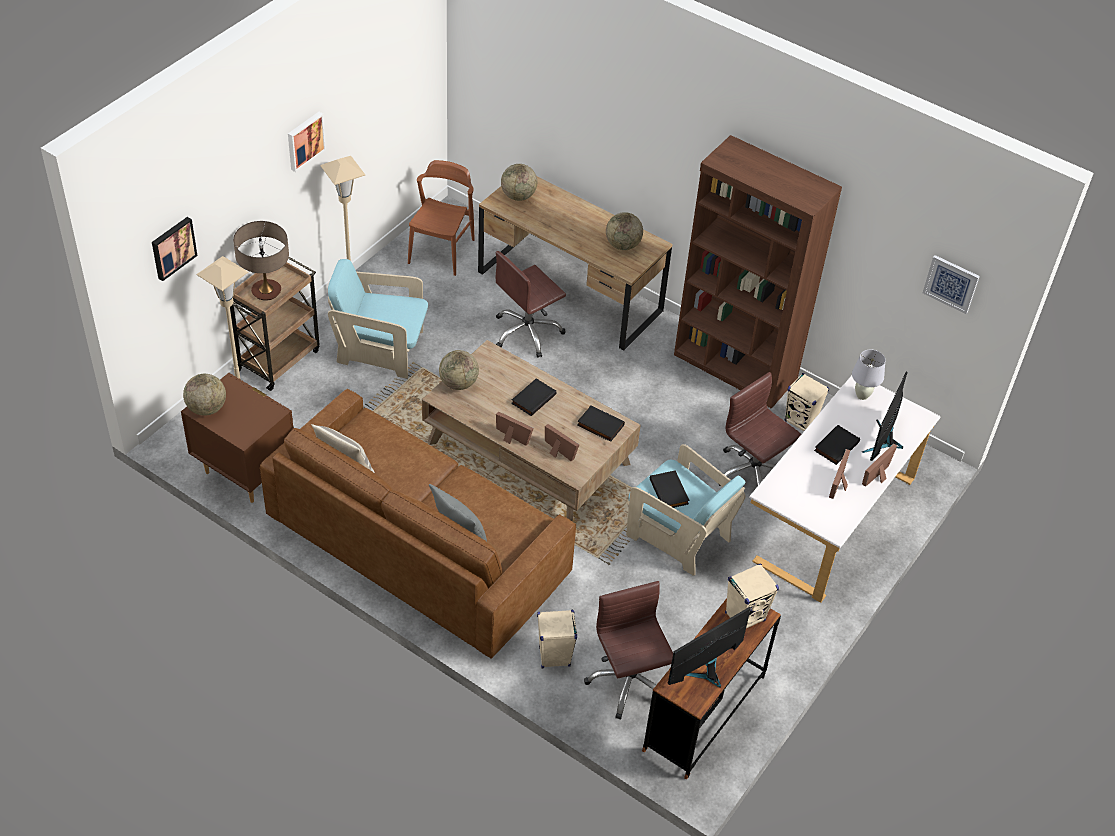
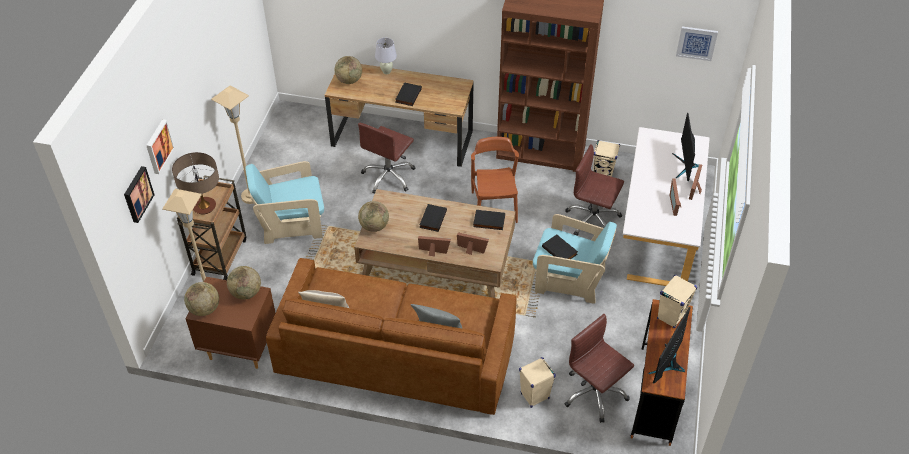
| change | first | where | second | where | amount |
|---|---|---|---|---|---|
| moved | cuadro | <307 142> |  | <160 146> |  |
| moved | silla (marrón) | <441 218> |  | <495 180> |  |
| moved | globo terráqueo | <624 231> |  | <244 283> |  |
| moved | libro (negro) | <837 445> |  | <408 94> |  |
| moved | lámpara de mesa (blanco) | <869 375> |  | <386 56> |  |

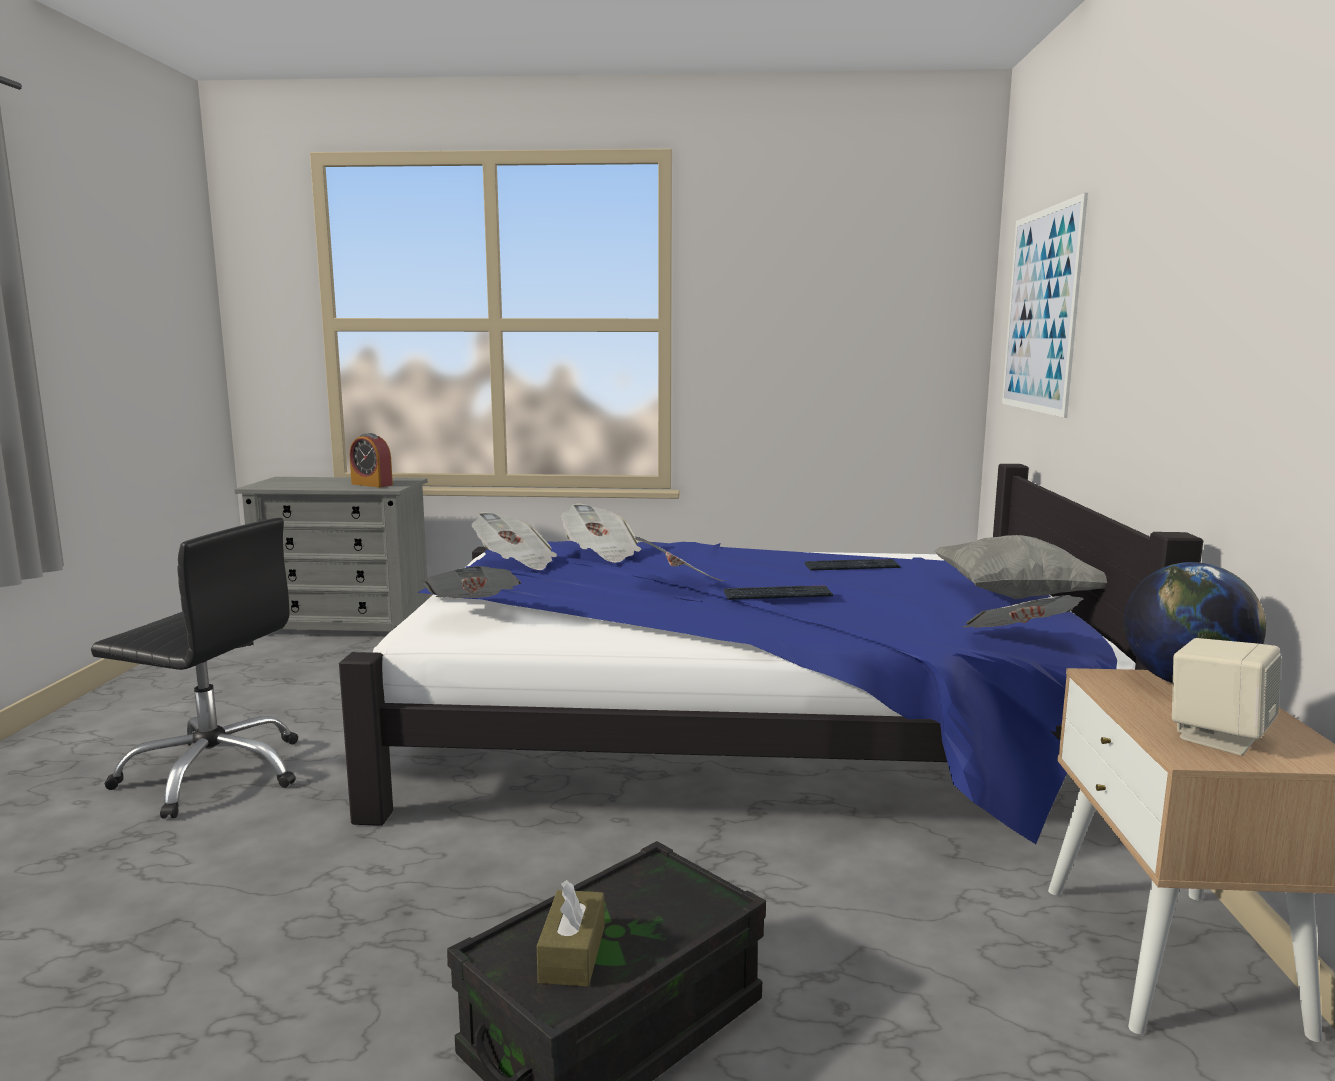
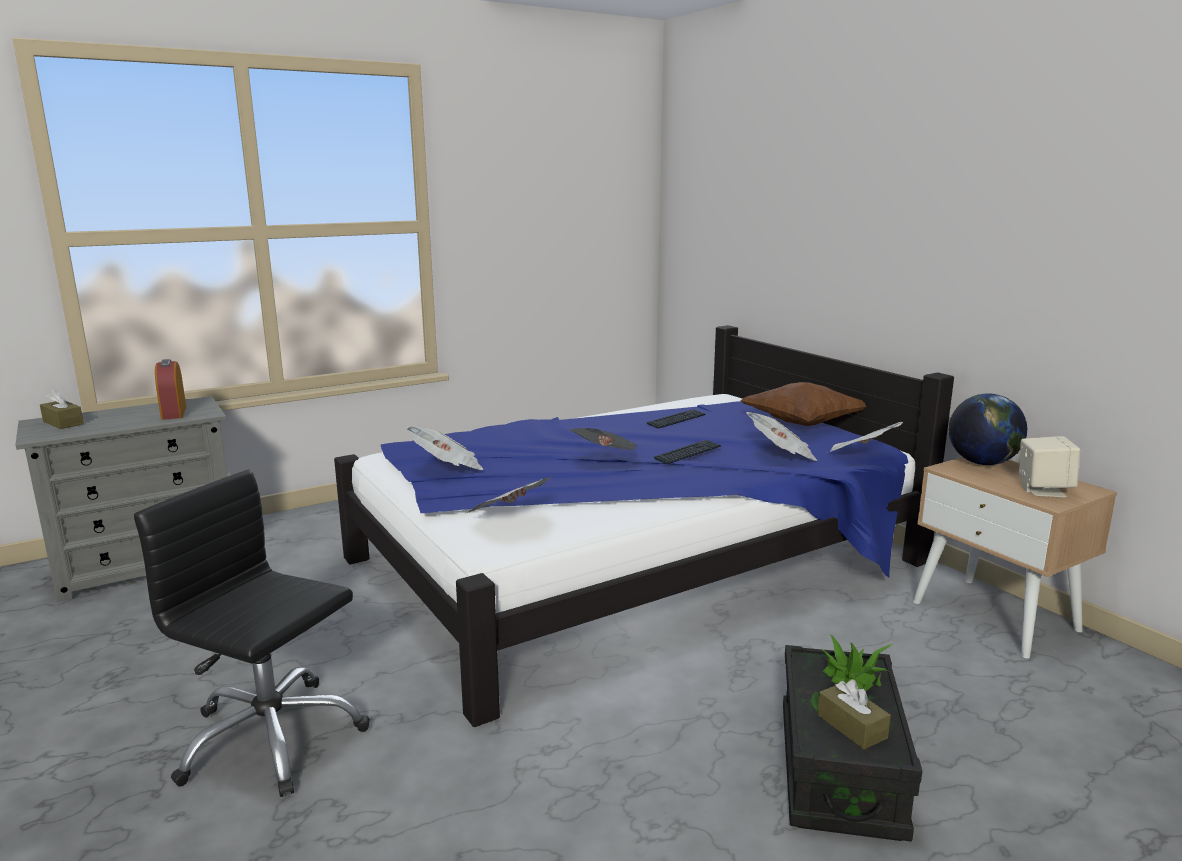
| change | first | where | second | where | amount |
|---|---|---|---|---|---|
| removed | cuadro | <1045 305> |  |  |  |
| added |  |  | caja de pañuelos (marrón) | <62 409> |  |
| added |  |  | planta en maceta | <857 662> |  |
| moved | periódico | <601 533> |  | <781 436> |  |
| recoloured | cojín (gris) | <1020 567> | cojín (marrón) | <803 404> |  |
| turned | silla de oficina (negro) | <194 668> |  | <252 633> | 135 degrees counterclockwise |
| turned | despertador | <371 460> |  | <170 389> | 75 degrees clockwise |

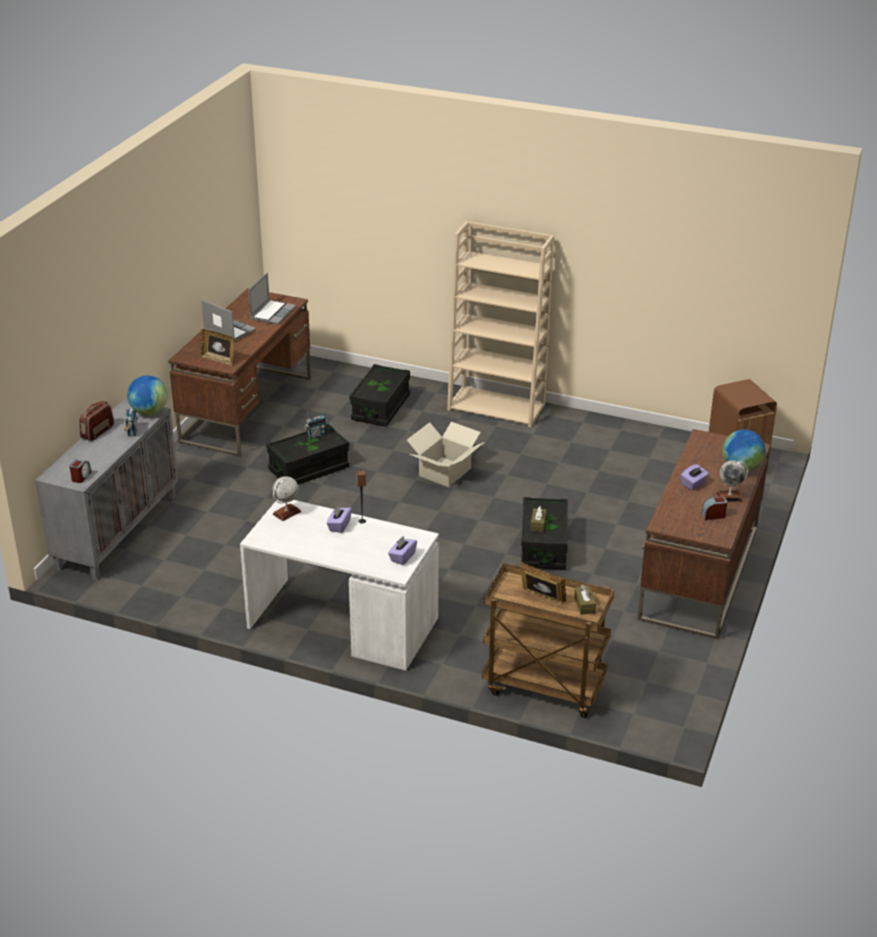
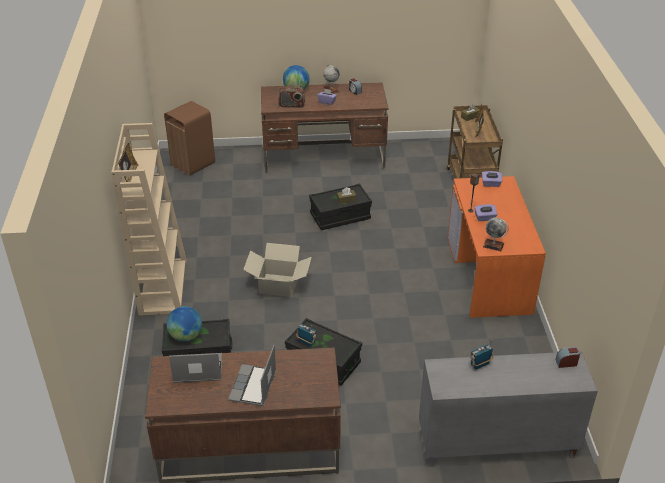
| change | first | where | second | where | amount |
|---|---|---|---|---|---|
| moved | radio | <96 421> |  | <291 96> |  |
| moved | globo terráqueo | <147 395> |  | <184 323> |  |
| moved | portarretratos | <217 347> |  | <128 162> |  |
| recoloured | escritorio (blanco) | <339 585> | escritorio (naranja) | <497 247> |  |

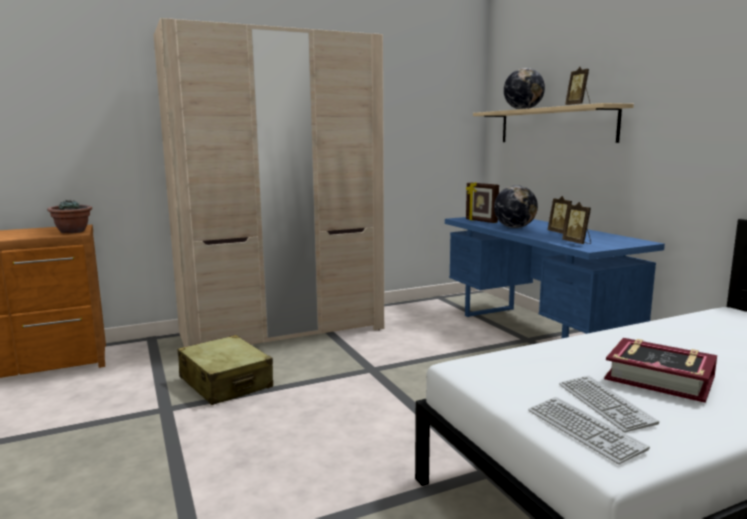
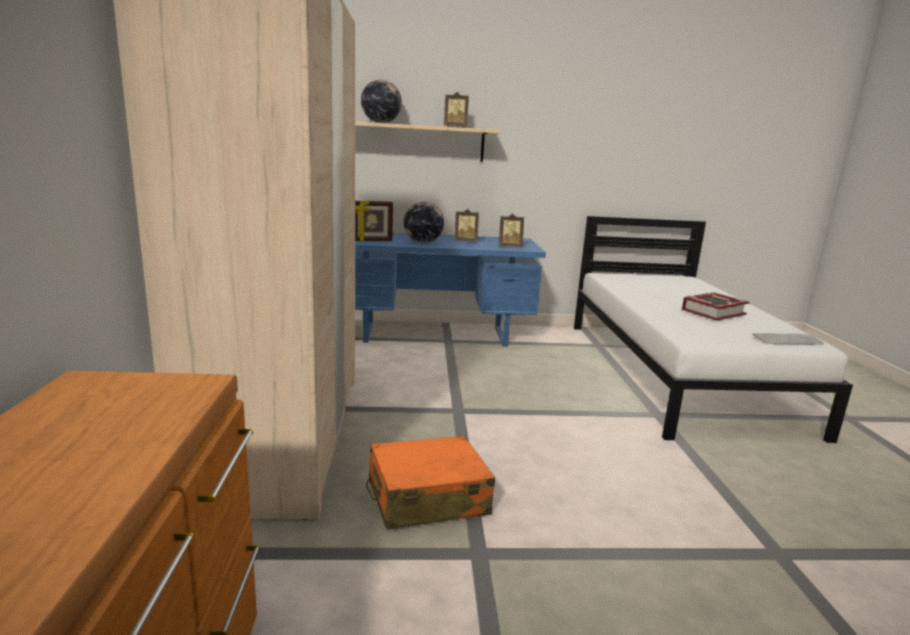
| change | first | where | second | where | amount |
|---|---|---|---|---|---|
| removed | planta en maceta | <69 217> |  |  |  |
| removed | teclado | <609 404> |  |  |  |
| recoloured | maleta (beis) | <225 370> | maleta (naranja) | <430 482> |  |

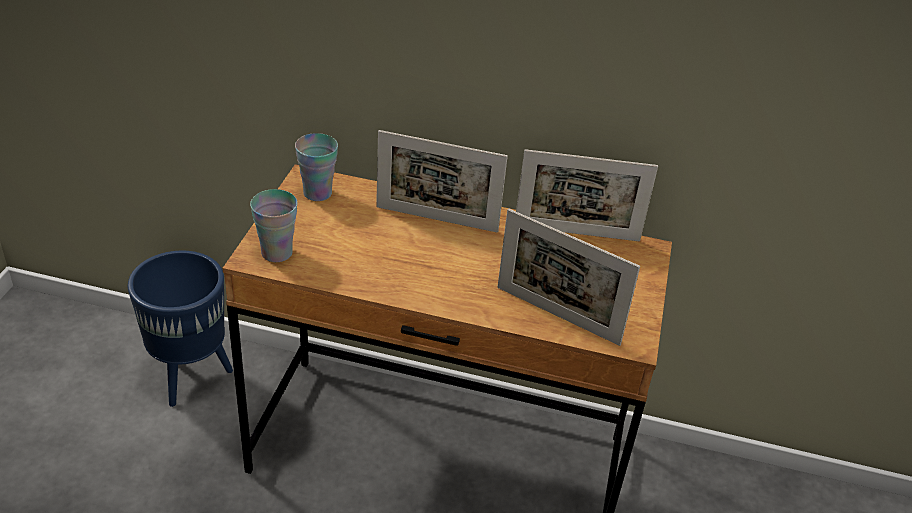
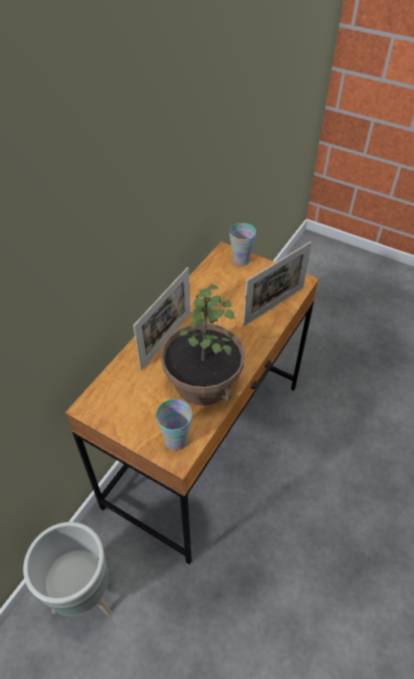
| change | first | where | second | where | amount |
|---|---|---|---|---|---|
| removed | portarretratos | <587 195> |  |  |  |
| added |  |  | planta en maceta | <203 345> |  |
| moved | taza | <316 167> |  | <242 244> |  |
| recoloured | maceta (azul) | <180 328> | maceta (gris) | <67 569> |  |

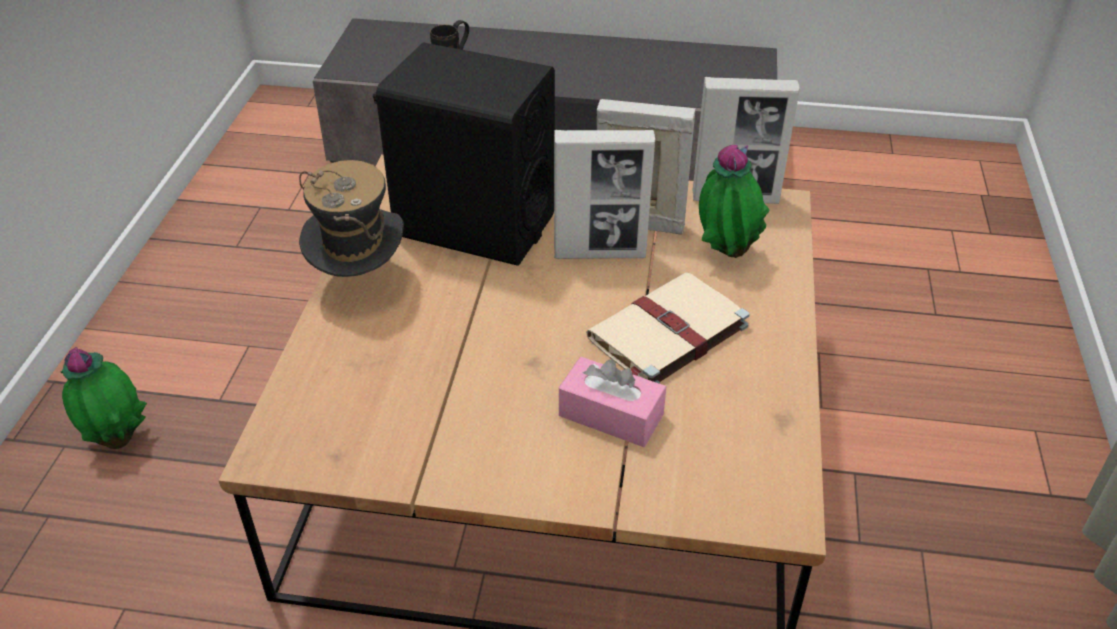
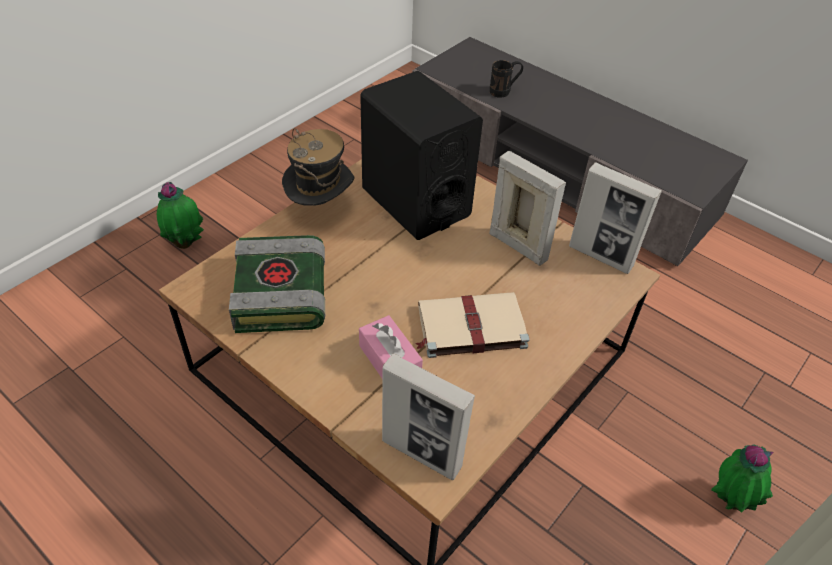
| change | first | where | second | where | amount |
|---|---|---|---|---|---|
| added |  |  | libro | <277 284> |  |
| moved | portarretratos | <604 194> |  | <428 417> |  |
| moved | planta en maceta | <734 201> |  | <742 479> |  |

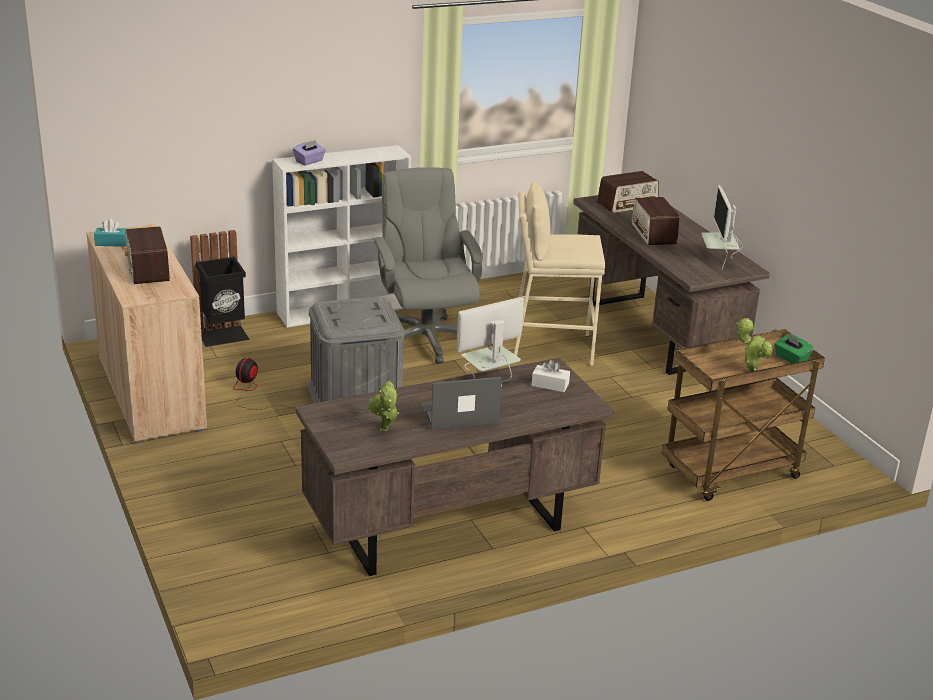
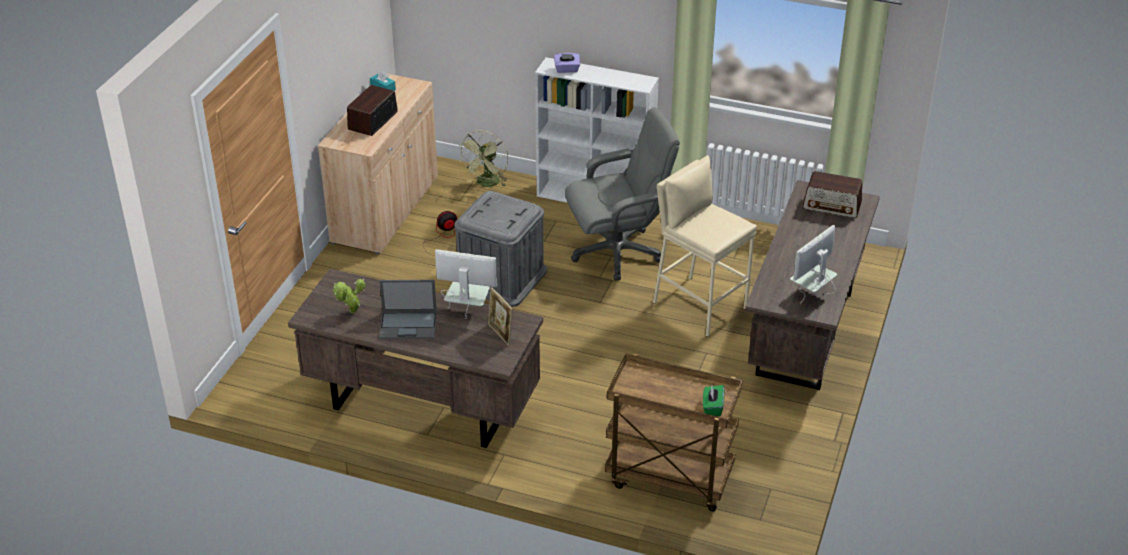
| change | first | where | second | where | amount |
|---|---|---|---|---|---|
| removed | radio | <655 221> |  |  |  |
| removed | planta en maceta | <755 345> |  |  |  |
| replaced | papelera (negro) | <220 288> | ventilador (verde) | <483 159> |  |
| replaced | caja de pañuelos (blanco) | <551 376> | portarretratos | <500 316> |  |
| turned | silla de oficina (gris) | <428 265> |  | <622 194> | 45 degrees clockwise |
| turned | portátil | <461 404> |  | <408 309> | 150 degrees clockwise |

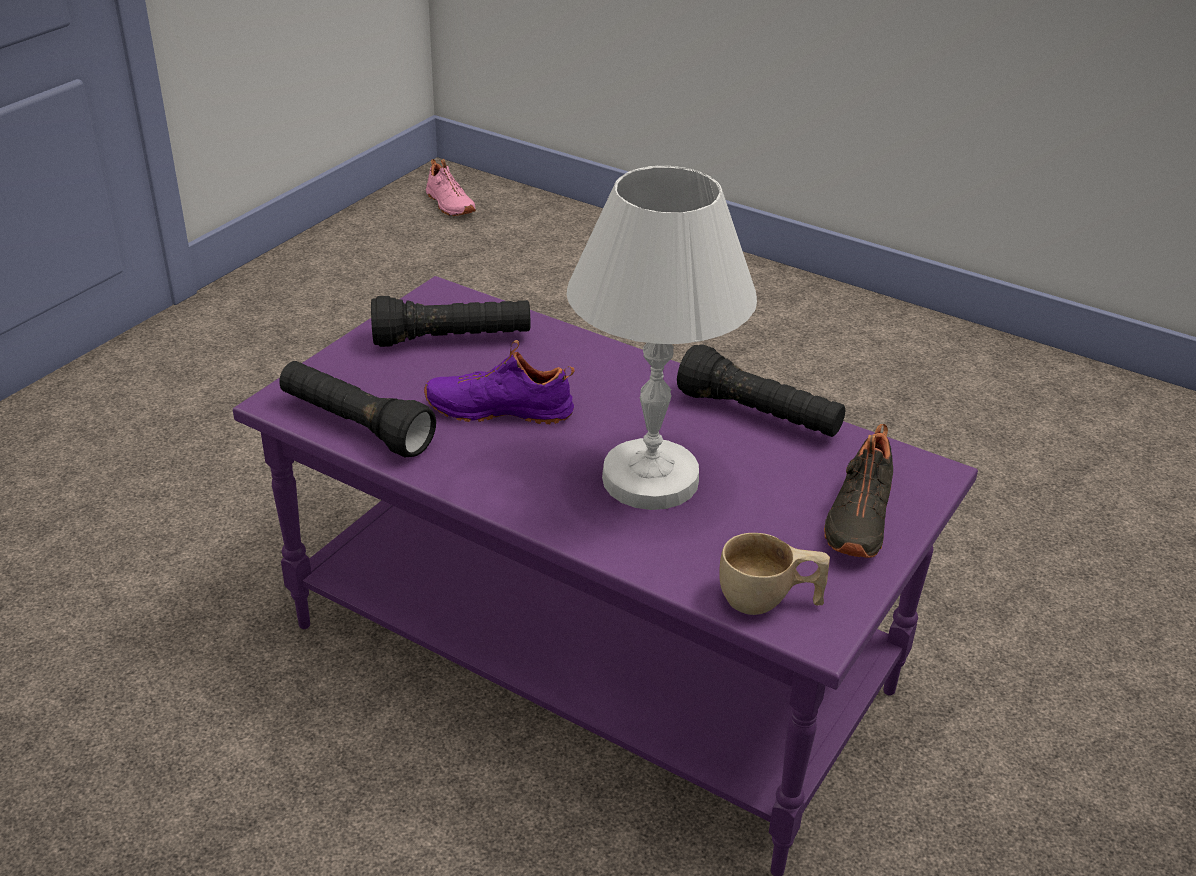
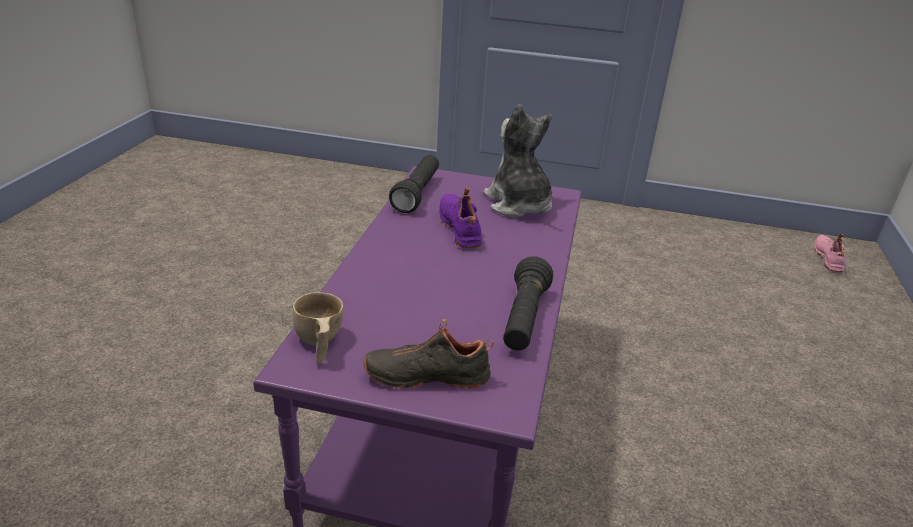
| change | first | where | second | where | amount |
|---|---|---|---|---|---|
| removed | lámpara de mesa (blanco) | <662 337> |  |  |  |
| replaced | linterna (negro) | <451 321> | peluche | <517 161> |  |
| turned | zapato (rosa) | <451 187> |  | <830 253> | 150 degrees clockwise |

